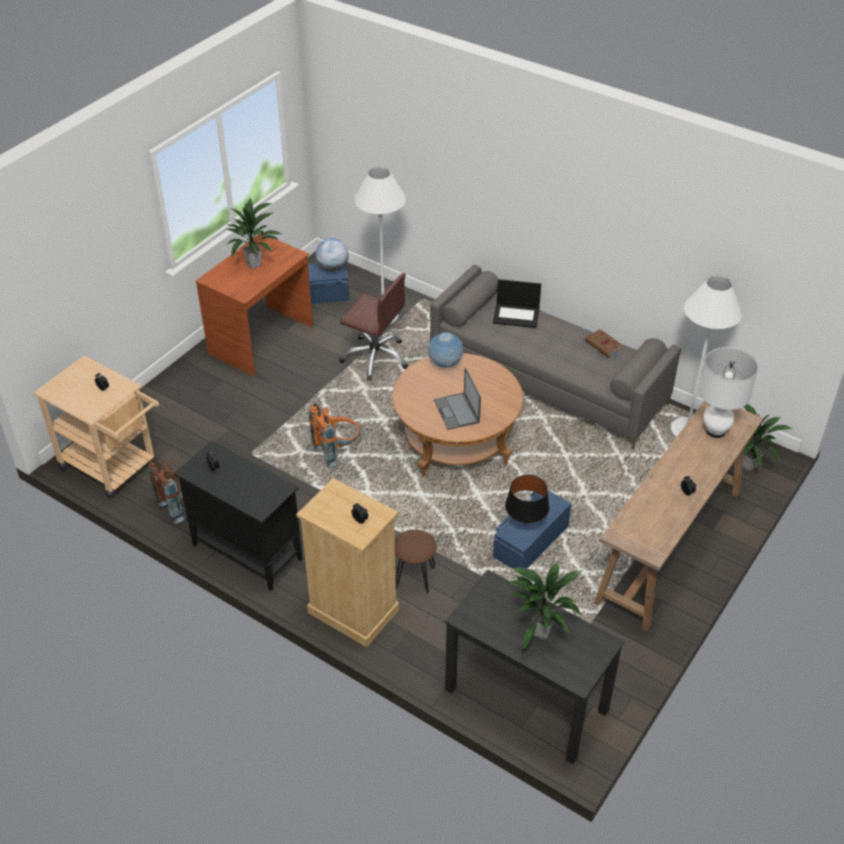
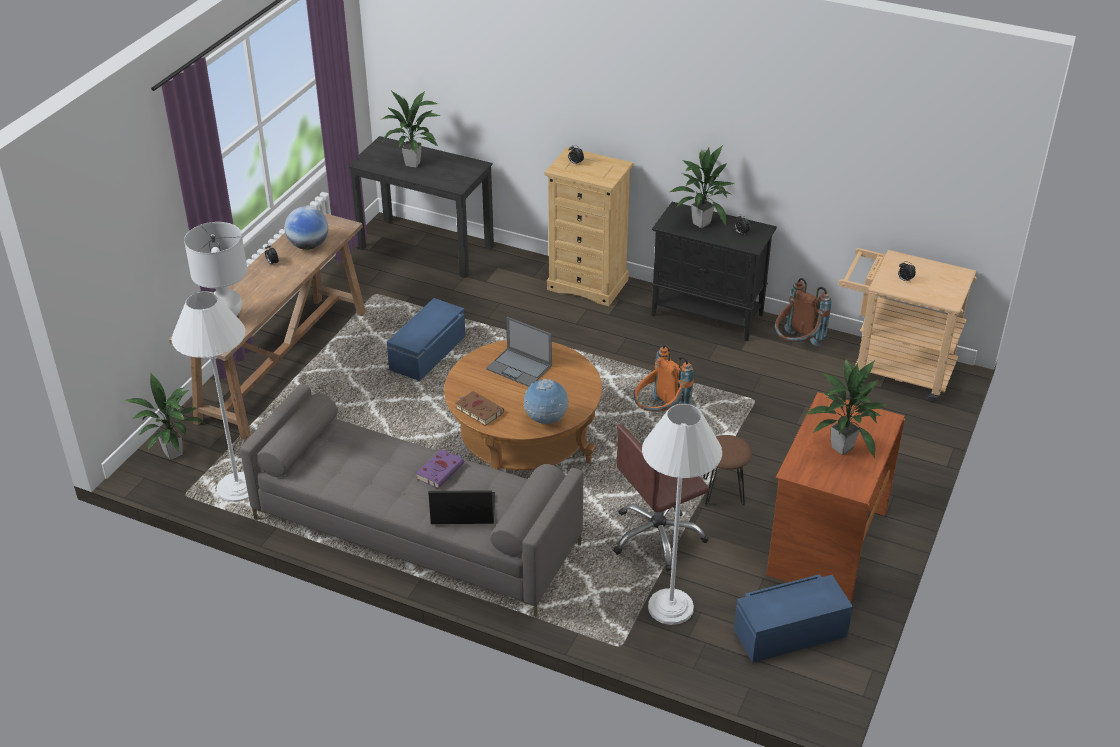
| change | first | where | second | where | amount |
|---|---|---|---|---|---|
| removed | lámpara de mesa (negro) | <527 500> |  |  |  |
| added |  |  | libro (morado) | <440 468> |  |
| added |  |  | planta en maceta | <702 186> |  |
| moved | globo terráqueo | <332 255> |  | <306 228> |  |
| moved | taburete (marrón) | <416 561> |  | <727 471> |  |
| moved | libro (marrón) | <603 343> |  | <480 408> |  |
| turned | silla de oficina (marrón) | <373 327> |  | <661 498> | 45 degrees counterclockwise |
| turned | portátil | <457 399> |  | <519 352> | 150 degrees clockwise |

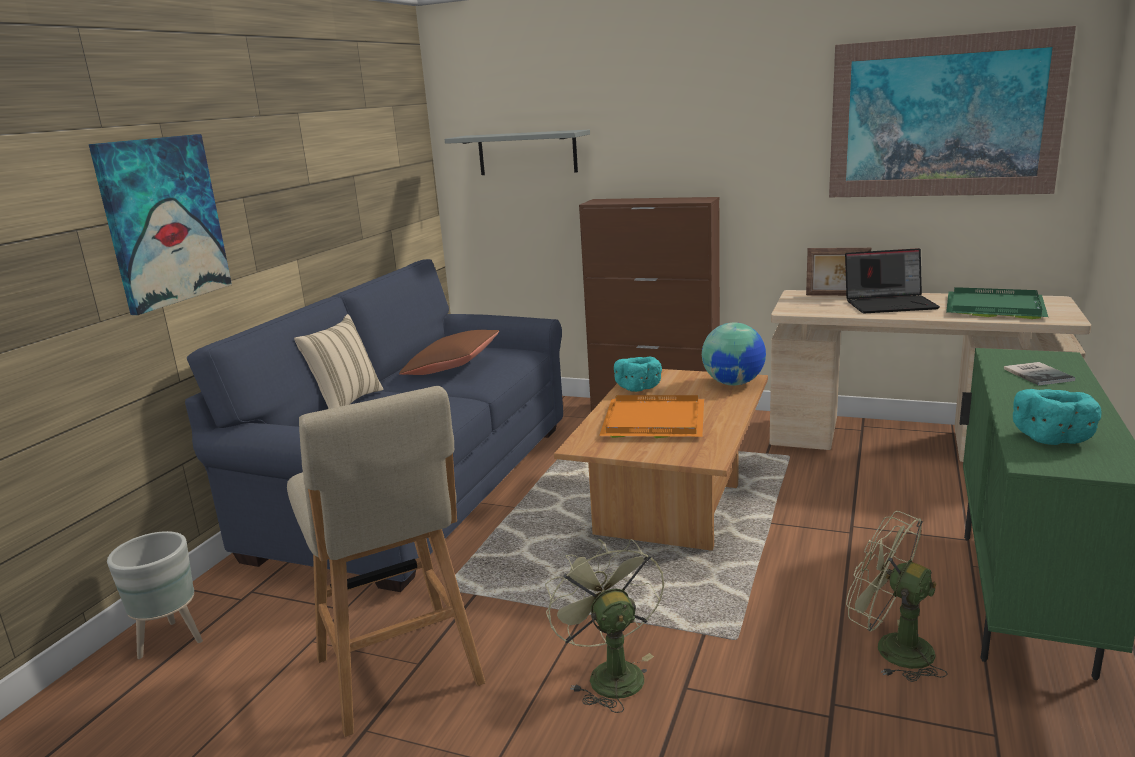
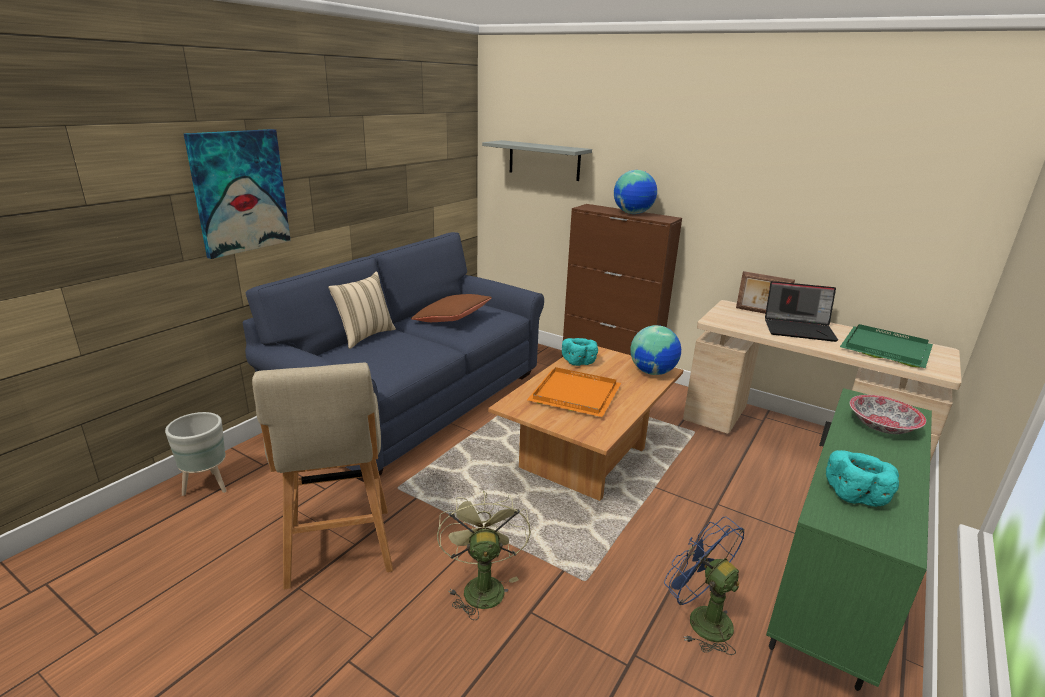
| change | first | where | second | where | amount |
|---|---|---|---|---|---|
| removed | cuadro | <952 111> |  |  |  |
| added |  |  | globo terráqueo | <635 192> |  |
| replaced | libro | <1039 374> | cuenco | <887 414> |  |
| recoloured | ventilador (verde) | <897 596> | ventilador (azul) | <704 585> |  |

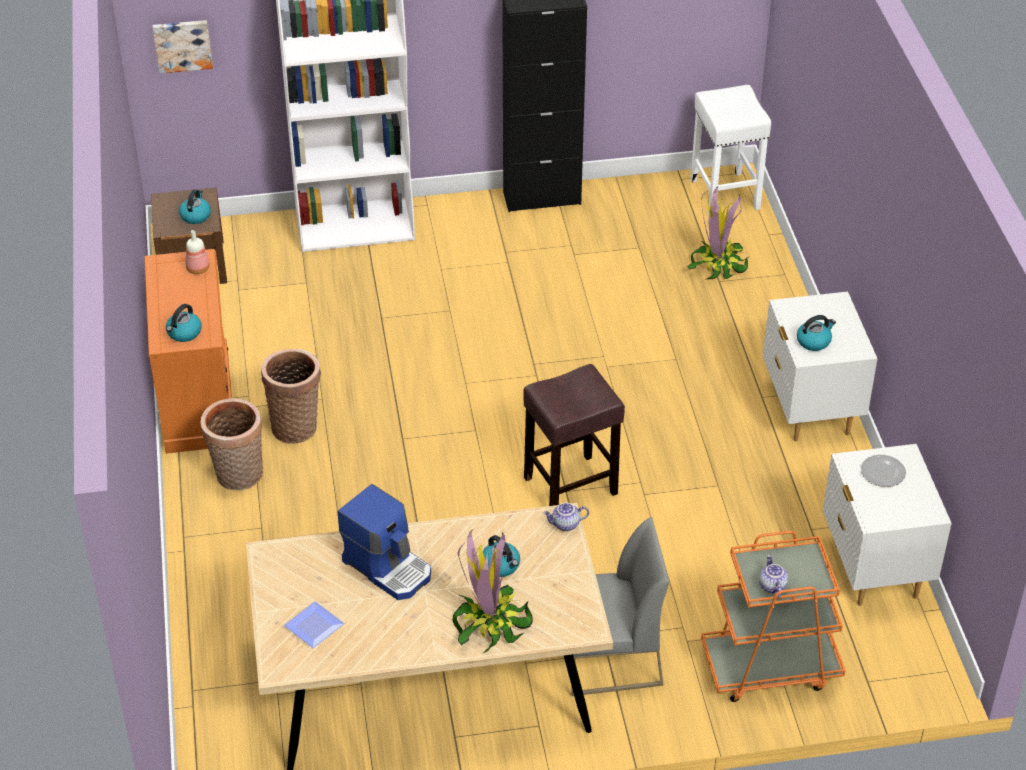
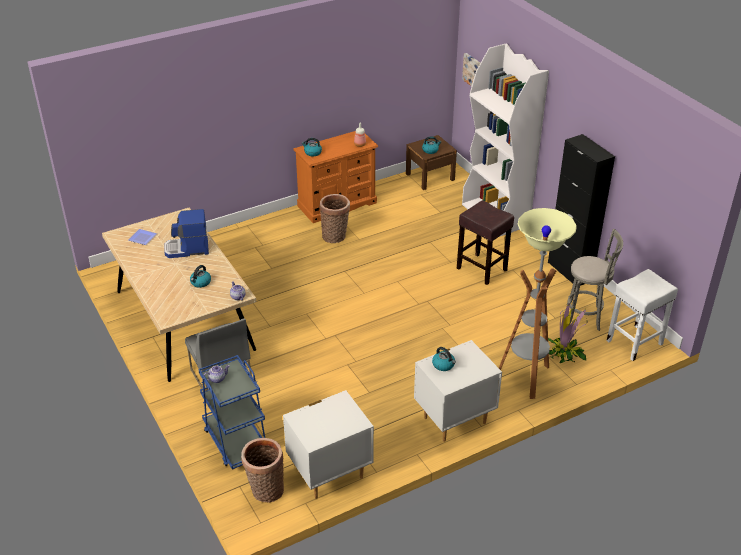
| change | first | where | second | where | amount |
|---|---|---|---|---|---|
| removed | planta en maceta | <492 591> |  |  |  |
| removed | plato | <883 471> |  |  |  |
| added |  |  | lámpara de pie | <538 303> |  |
| added |  |  | taburete (gris) | <595 280> |  |
| moved | cesta | <231 444> |  | <262 470> |  |
| moved | taburete (marrón) | <574 435> |  | <485 242> |  |
| recoloured | carrito (naranja) | <773 616> | carrito (azul) | <231 412> |  |
| turned | cafetera | <384 542> |  | <186 233> | 60 degrees clockwise |

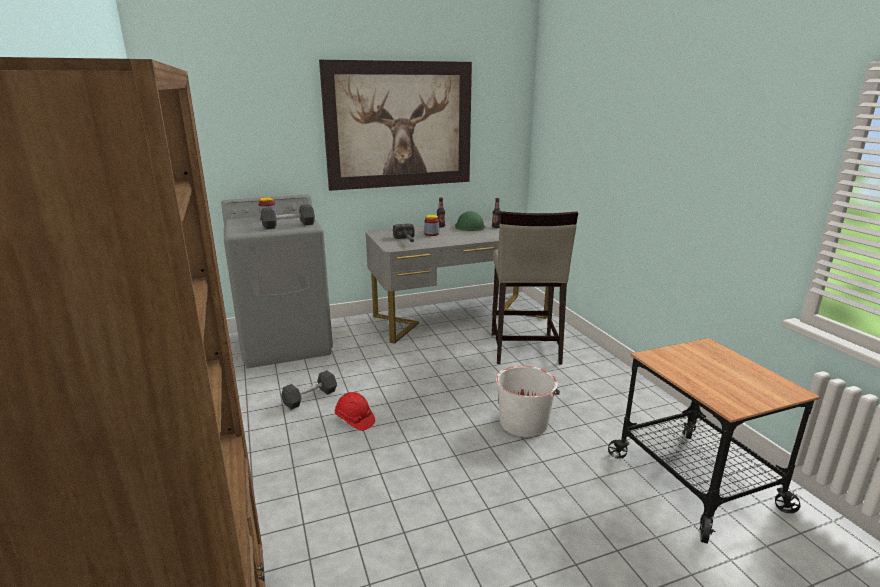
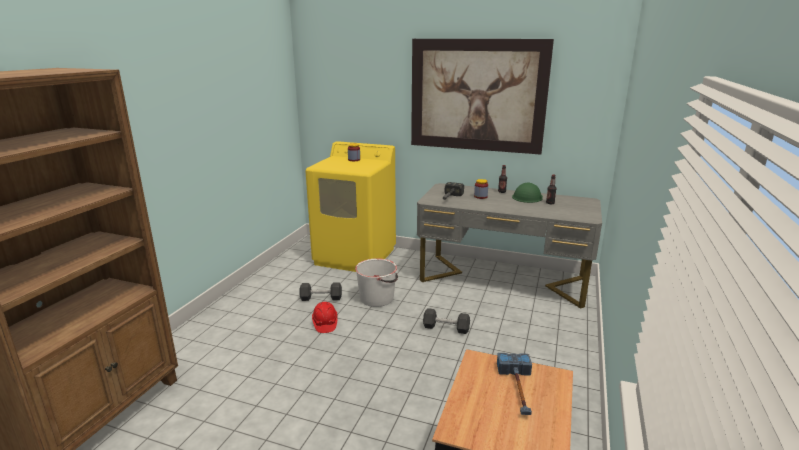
| change | first | where | second | where | amount |
|---|---|---|---|---|---|
| removed | taburete (beis) | <535 287> |  |  |  |
| added |  |  | martillo | <514 384> |  |
| moved | mancuerna (negro) | <288 216> |  | <446 321> |  |
| moved | cubo (blanco) | <528 401> |  | <376 282> |  |
| recoloured | lavadora (gris) | <277 281> | lavadora (amarillo) | <351 206> |  |

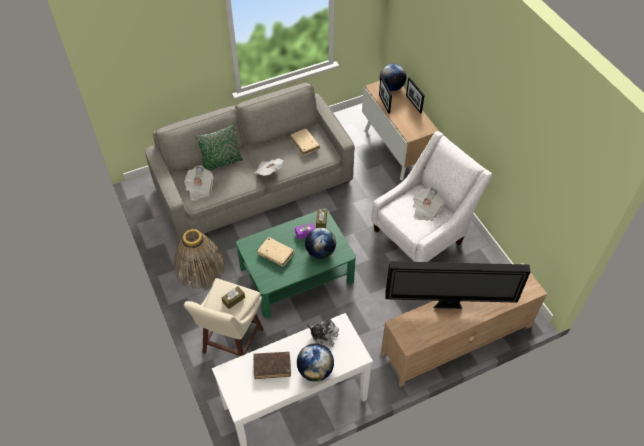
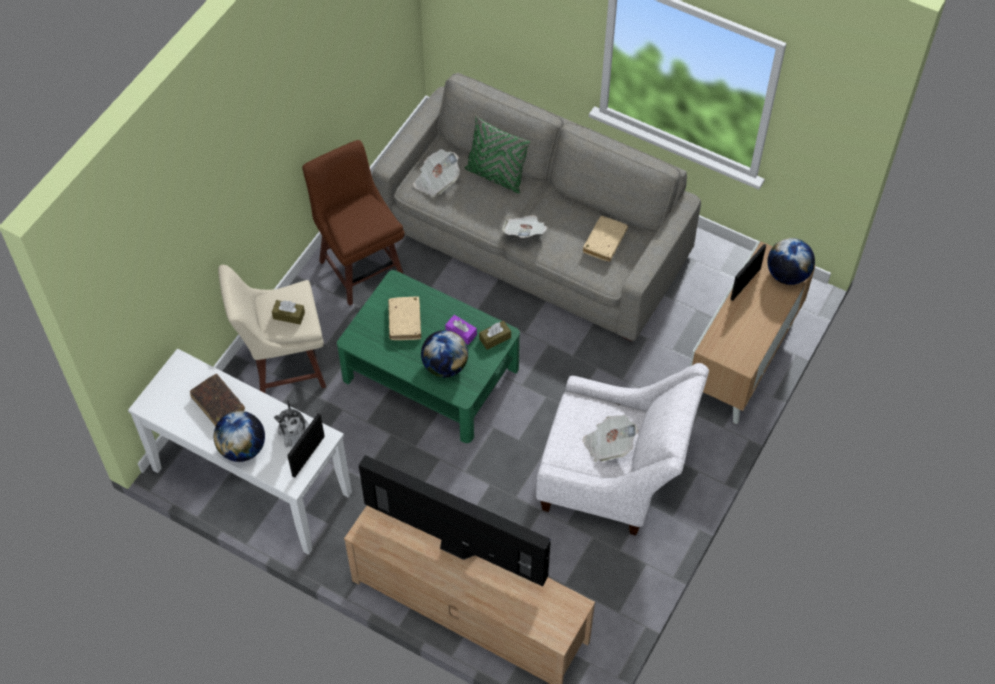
| change | first | where | second | where | amount |
|---|---|---|---|---|---|
| moved | portarretratos | <415 95> |  | <306 446> |  |
| replaced | cesta | <199 259> | taburete (marrón) | <353 223> |  |
| turned | televisor | <458 285> |  | <455 520> | 150 degrees clockwise |

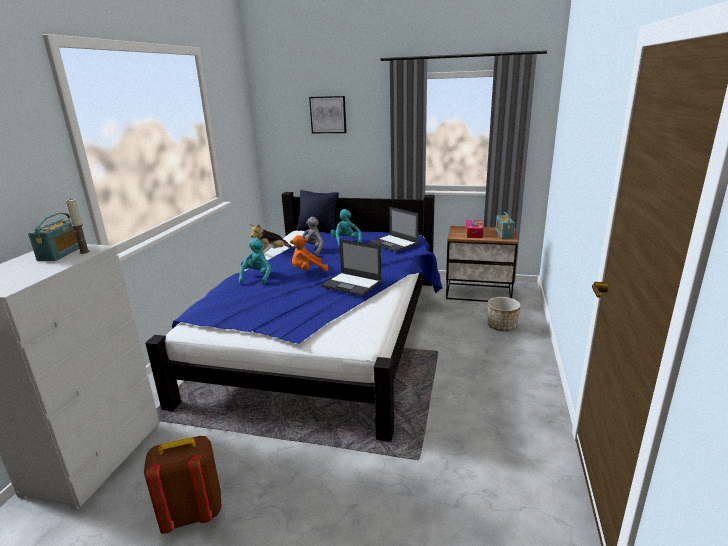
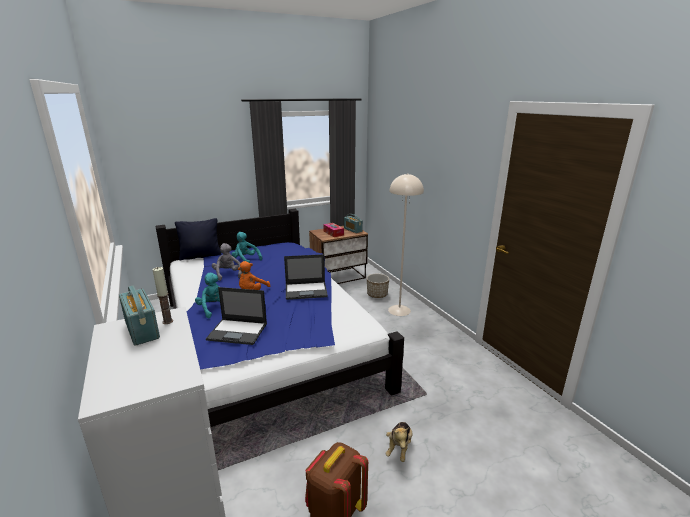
| change | first | where | second | where | amount |
|---|---|---|---|---|---|
| removed | cuadro | <328 114> |  |  |  |
| added |  |  | lámpara de pie (beis) | <406 244> |  |
| moved | peluche | <271 237> |  | <398 442> |  |
| moved | portátil | <393 229> |  | <236 316> |  |

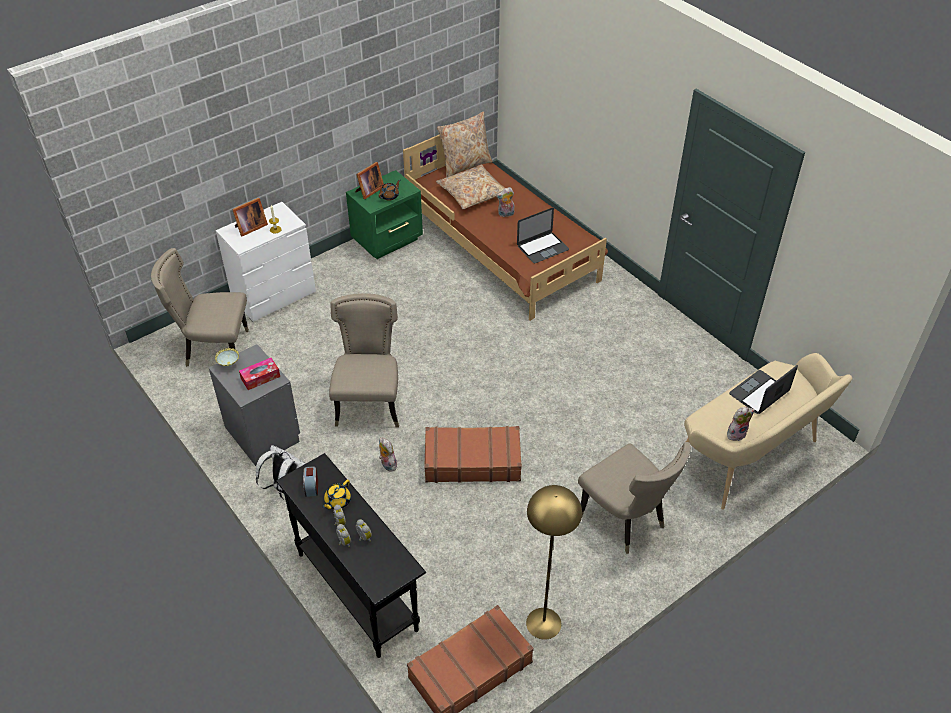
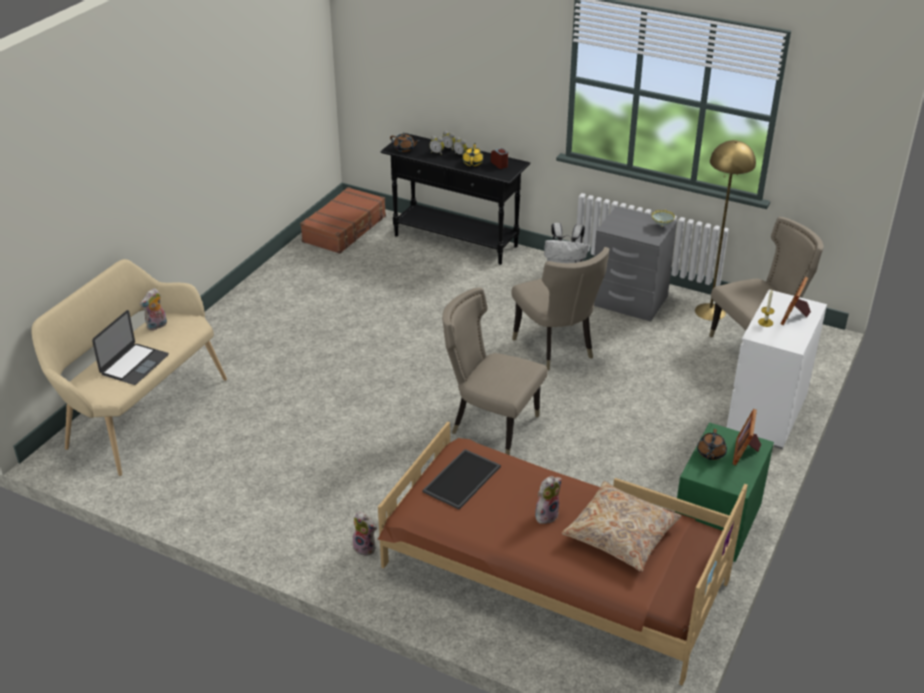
| change | first | where | second | where | amount |
|---|---|---|---|---|---|
| removed | caja de pañuelos | <259 374> |  |  |  |
| removed | maleta (marrón) | <473 454> |  |  |  |
| removed | cojín (beis) | <465 144> |  |  |  |
| added |  |  | tetera (marrón) | <405 142> |  |
| moved | peluche | <388 454> |  | <365 533> |  |
| moved | lámpara de pie (amarillo) | <554 562> |  | <725 230> |  |
| moved | silla (beis) | <634 498> |  | <495 371> |  |
| replaced | portátil | <543 235> | bandeja | <461 479> |  |

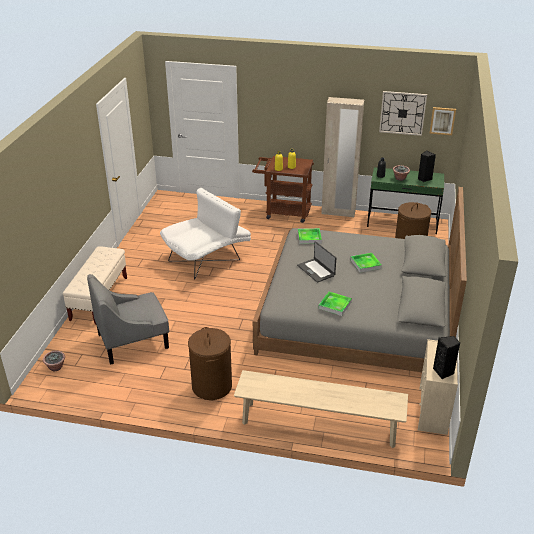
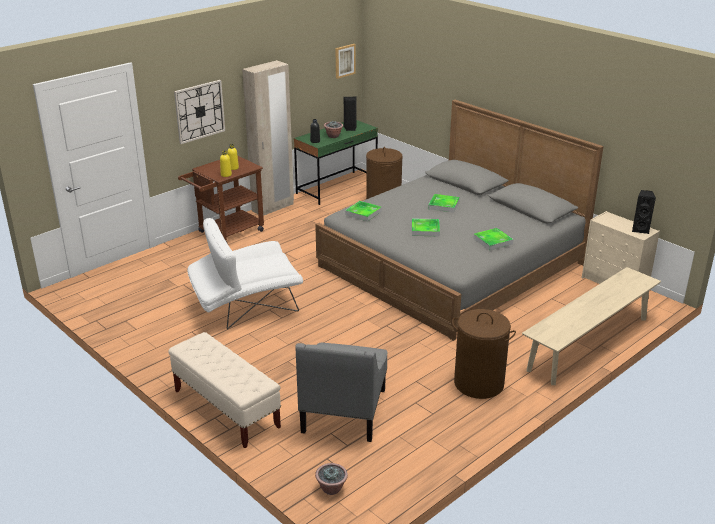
| change | first | where | second | where | amount |
|---|---|---|---|---|---|
| moved | reloj de pared | <403 113> |  | <199 112> |  |
| replaced | portátil | <316 262> | bandeja | <426 227> |  |
| turned | sillón (blanco) | <205 234> |  | <245 274> | 105 degrees counterclockwise |

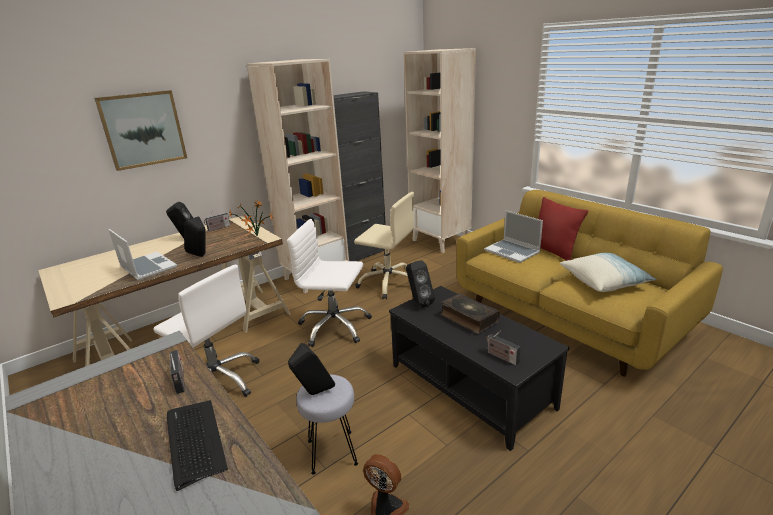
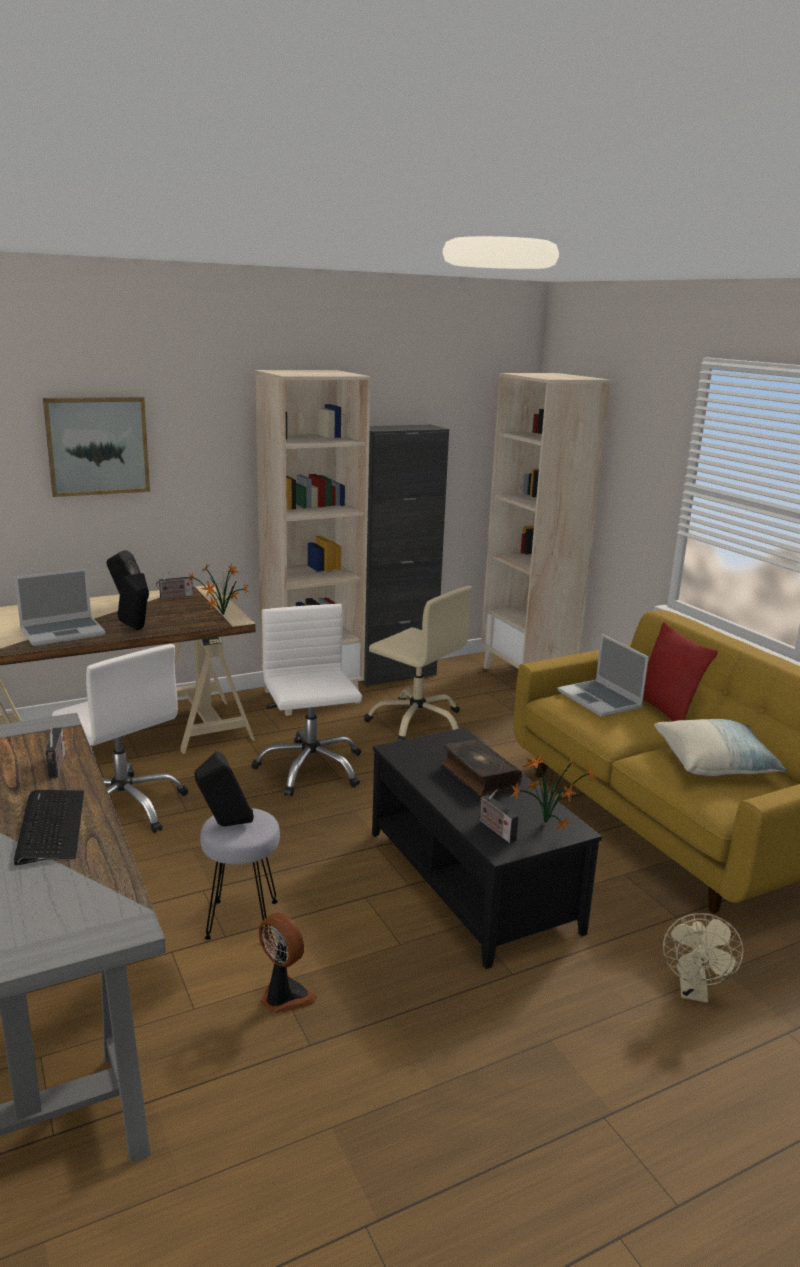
| change | first | where | second | where | amount |
|---|---|---|---|---|---|
| removed | altavoz (negro) | <420 284> |  |  |  |
| added |  |  | planta en maceta | <553 792> |  |
| added |  |  | ventilador (beis) | <703 958> |  |
| turned | portátil | <143 255> |  | <59 607> | 90 degrees clockwise |
| turned | silla de oficina (blanco) | <329 283> |  | <306 700> | 45 degrees clockwise |

